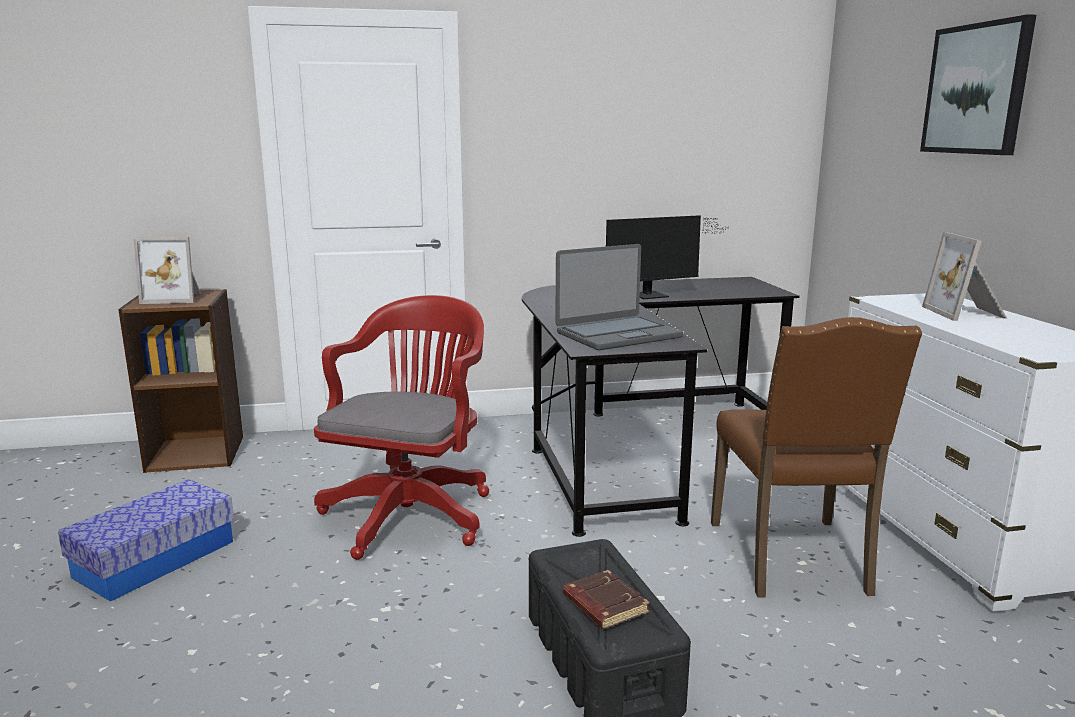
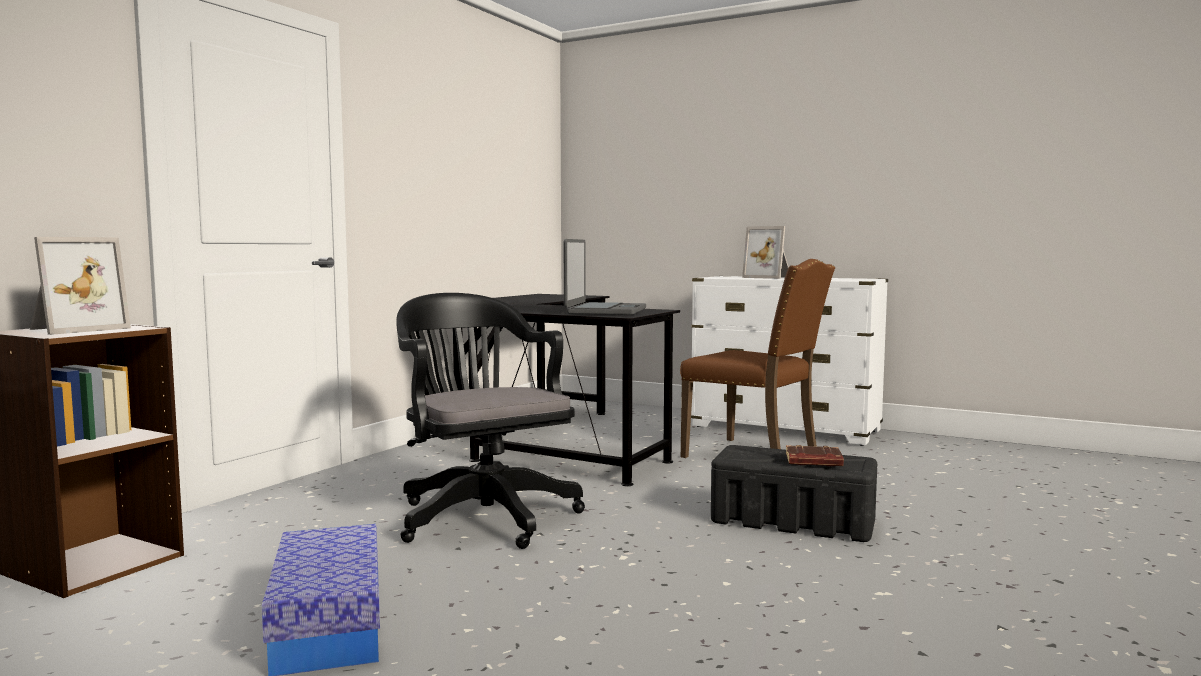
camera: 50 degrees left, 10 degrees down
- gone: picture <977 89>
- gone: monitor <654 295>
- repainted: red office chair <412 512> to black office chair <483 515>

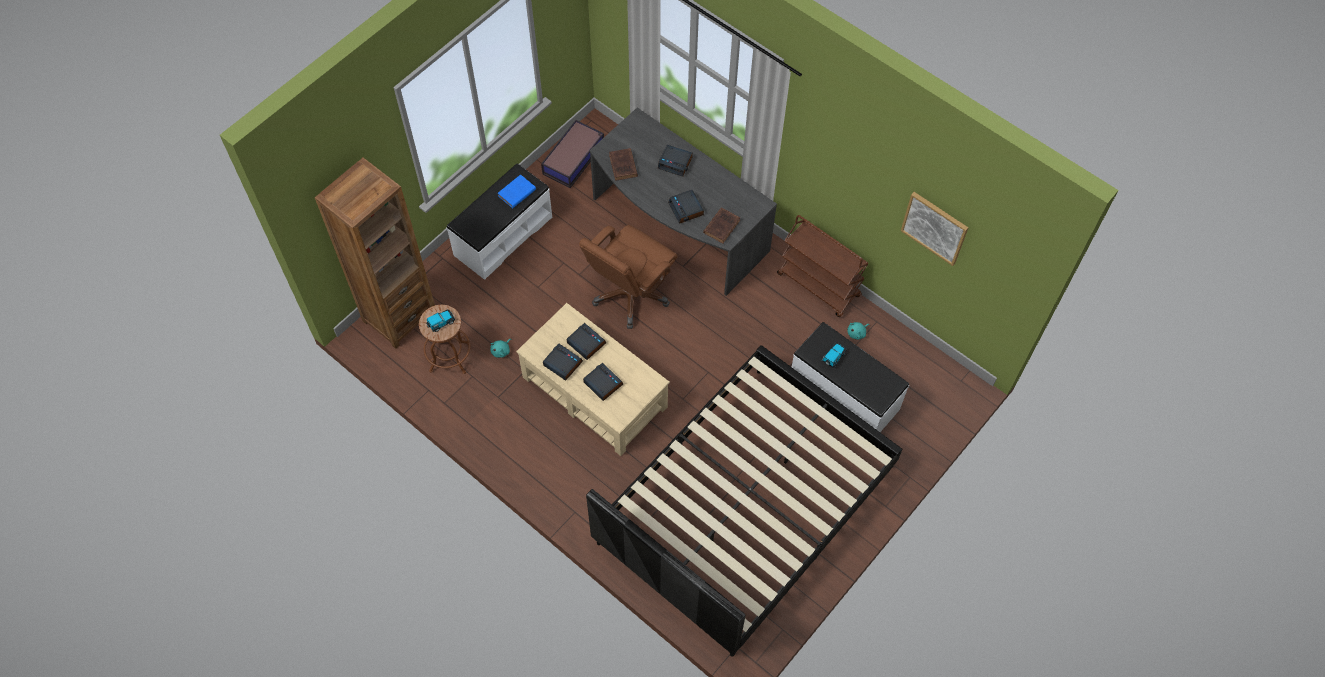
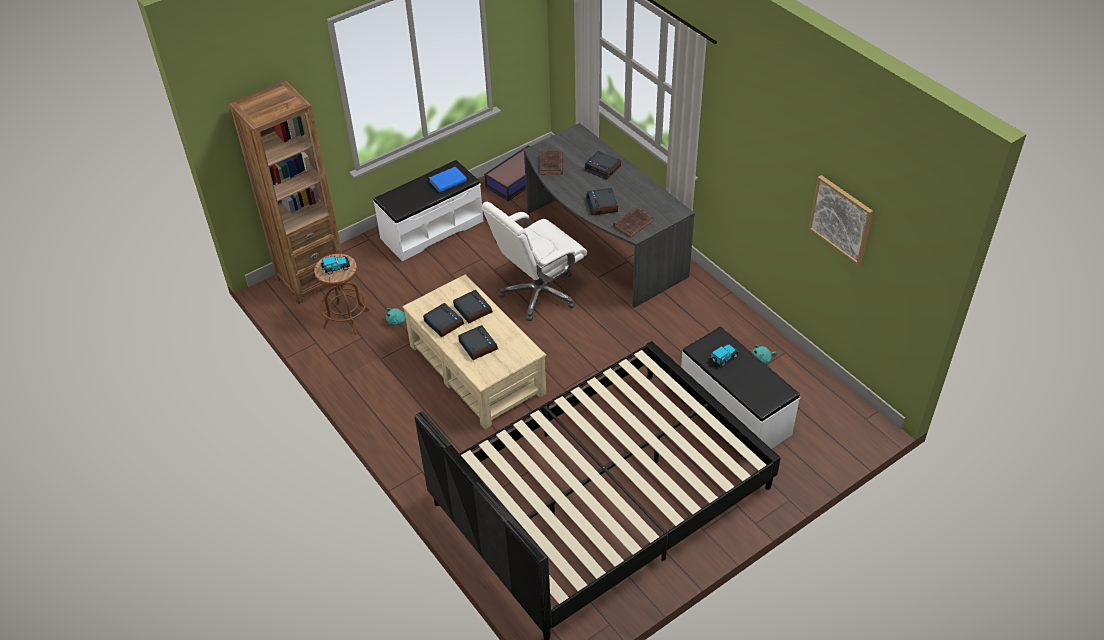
camera: 15 degrees right, 15 degrees down
- gone: brown cart <819 285>
- repainted: brown office chair <630 295> to white office chair <538 293>

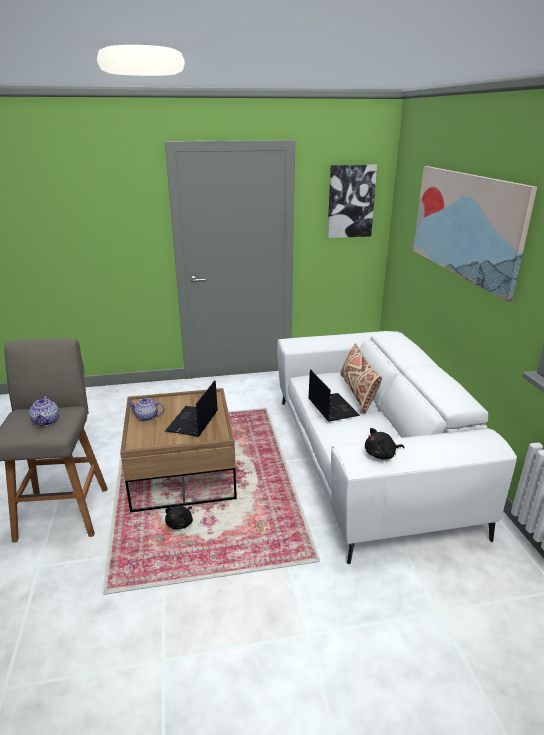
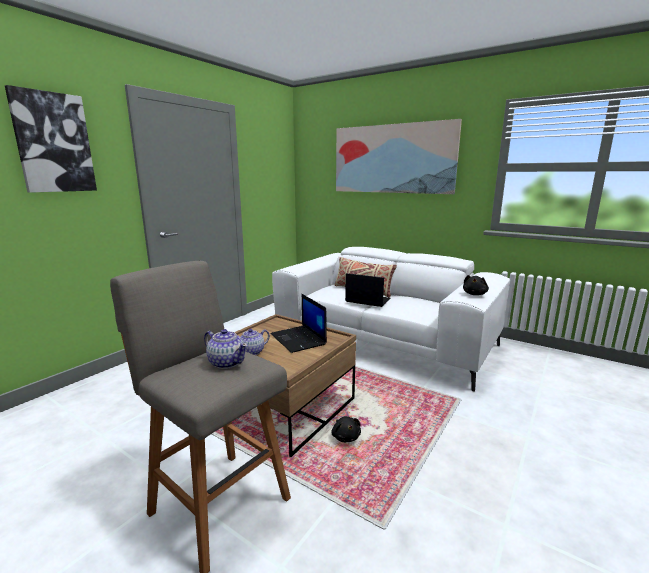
camera: 45 degrees left, 10 degrees down
- shifted: picture <350 201> to <53 143>

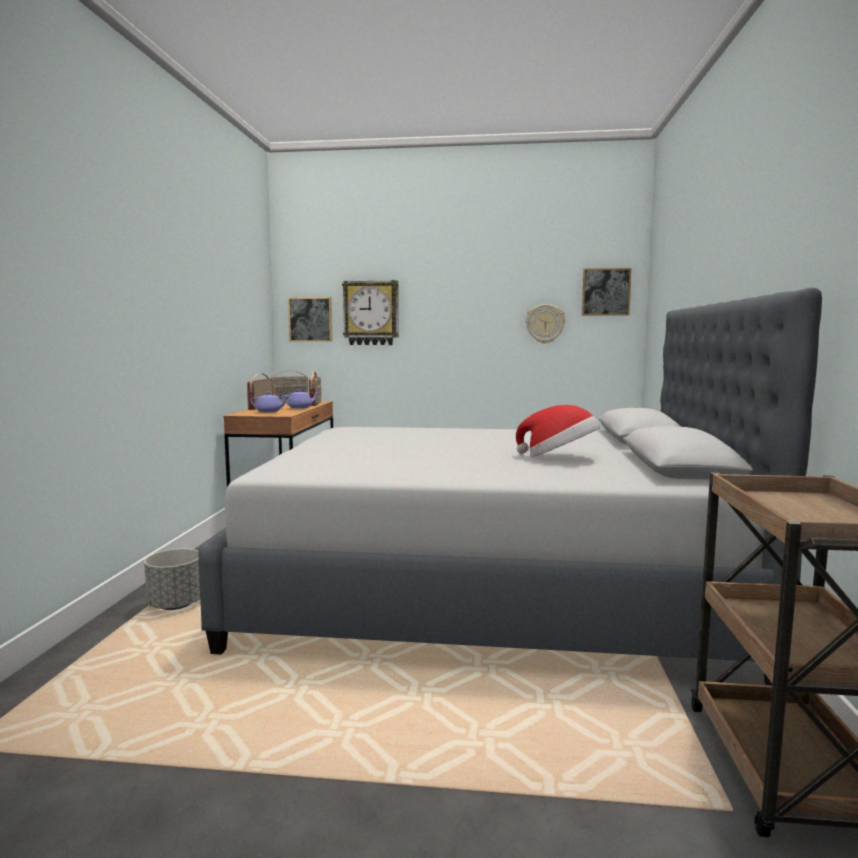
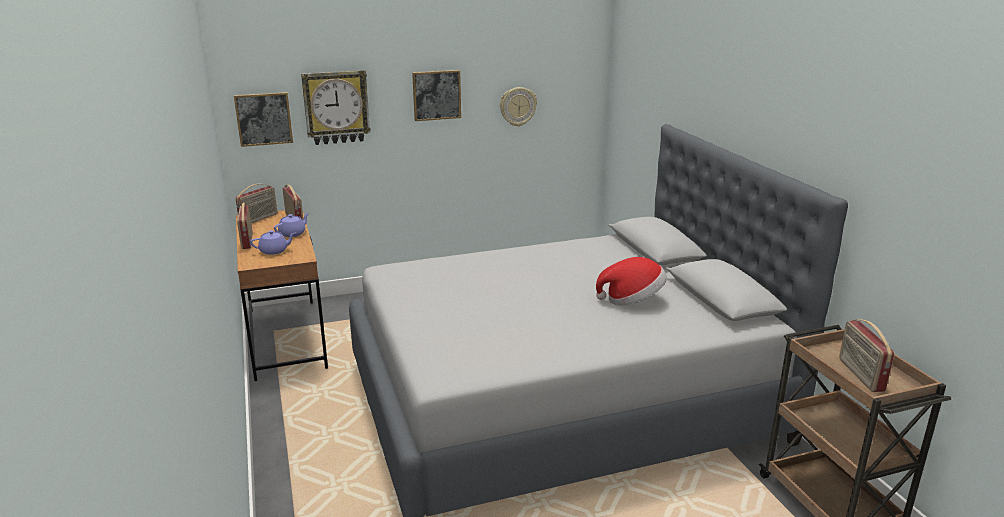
camera: 25 degrees left, 15 degrees up
- shifted: picture <606 292> to <436 95>
- gone: grey planter <176 605>
- new: radio <860 375>

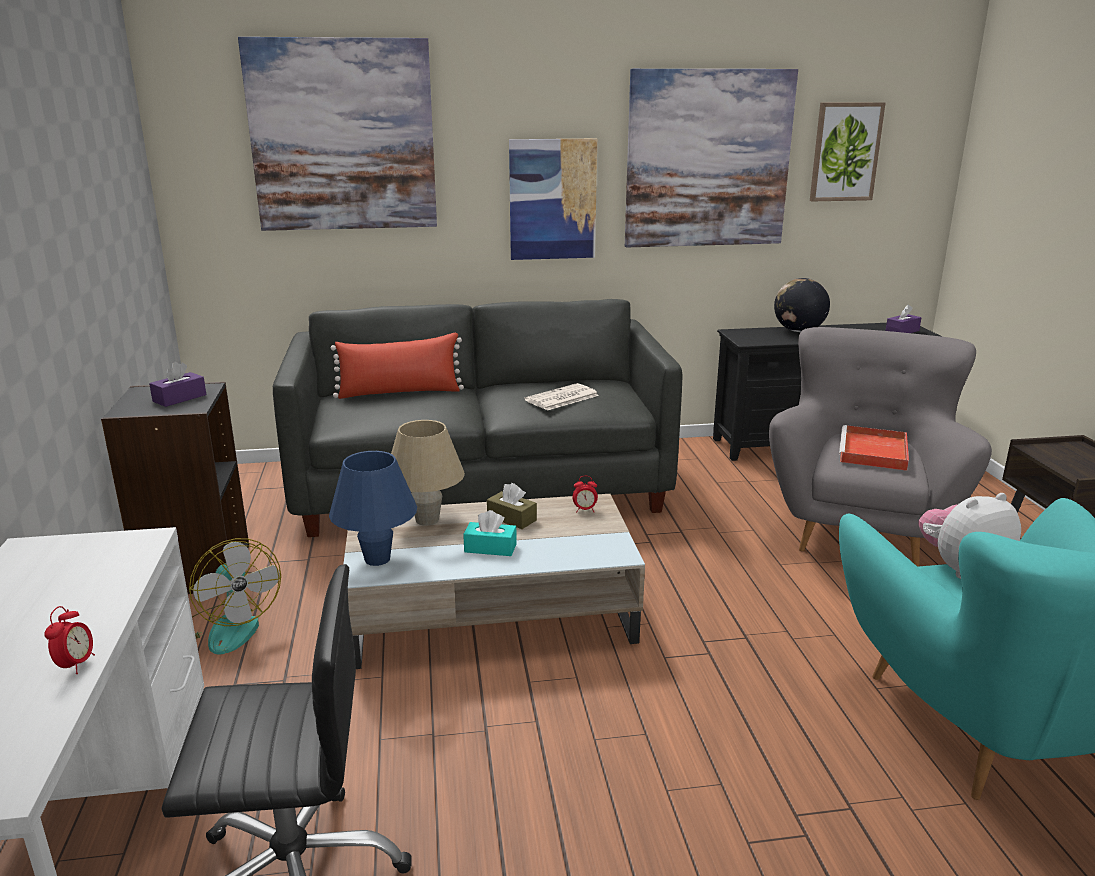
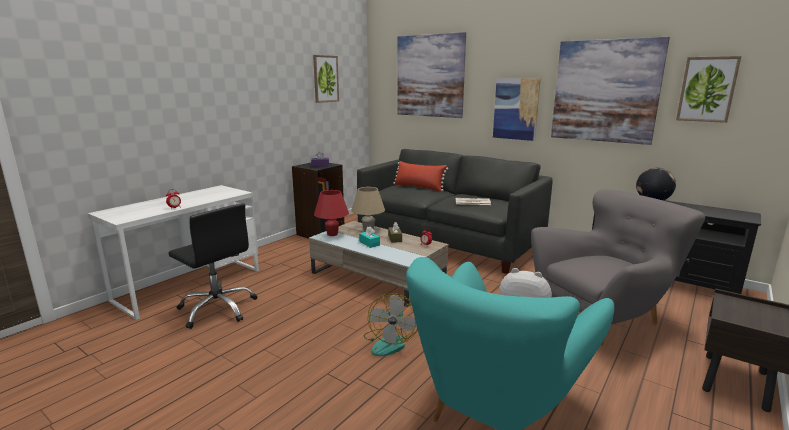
camera: 45 degrees right, 5 degrees down
- gone: purple tissue box <902 331>
- gone: red tray <874 452>
- repainted: blue table lamp <377 559> to red table lamp <332 234>
- shifted: fan <228 627> to <389 342>
- new: picture <325 79>

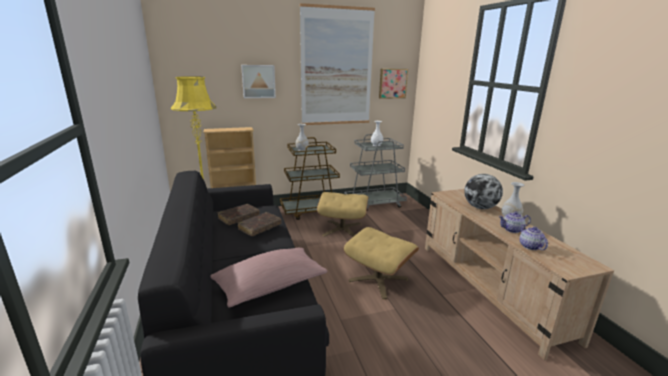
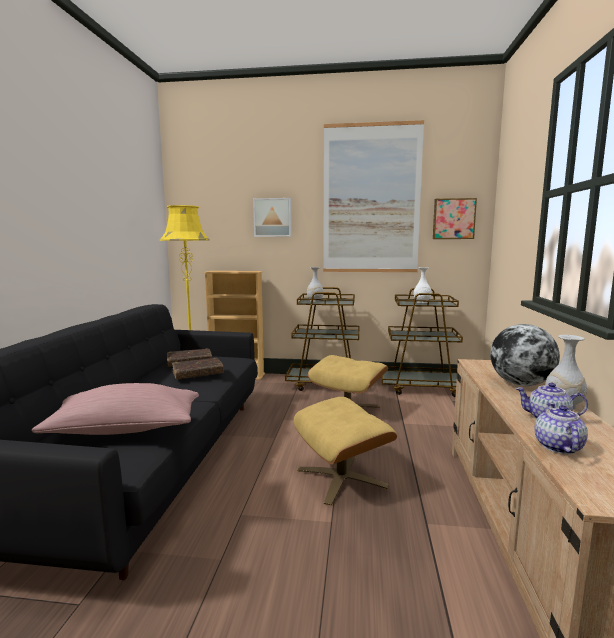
camera: 25 degrees right, 10 degrees down
- repainted: grey cart <375 203> to brown cart <421 387>

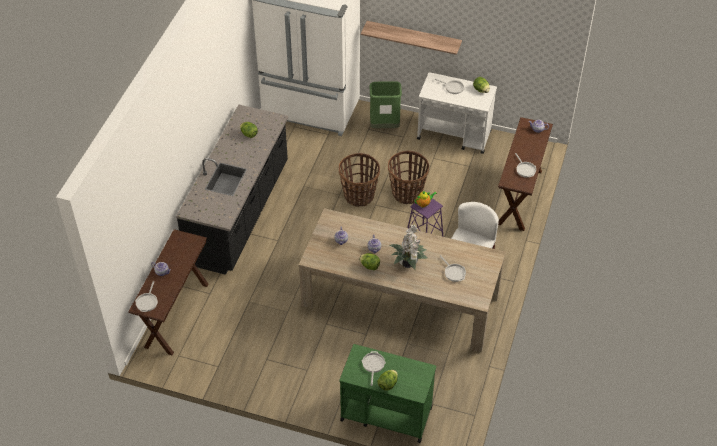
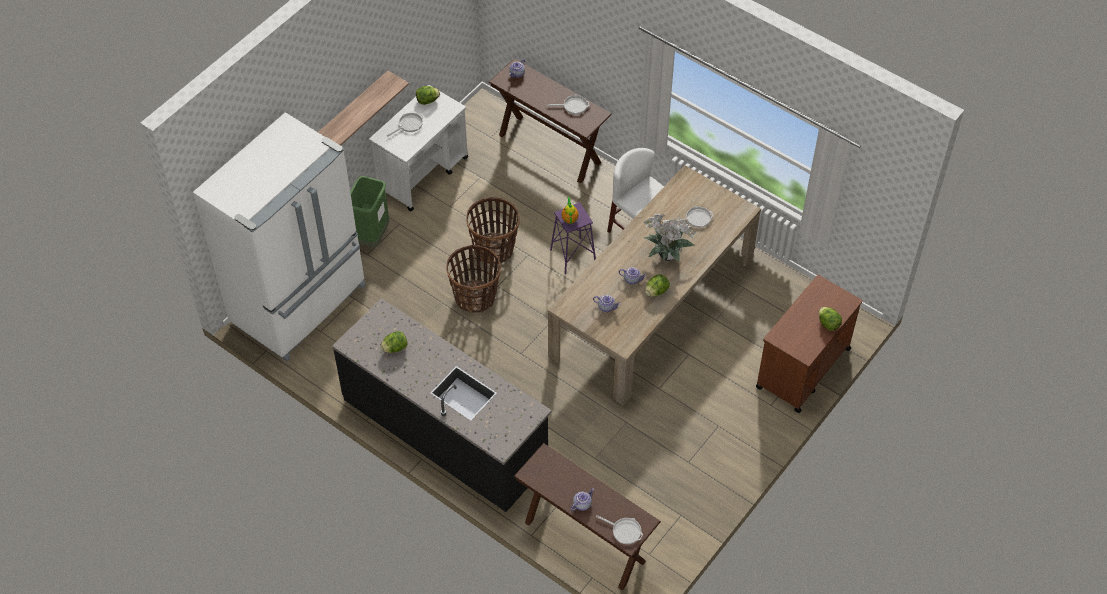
camera: 70 degrees left, 5 degrees up
- repainted: green cart <385 413> to brown cart <802 368>
- gone: frying pan <373 365>

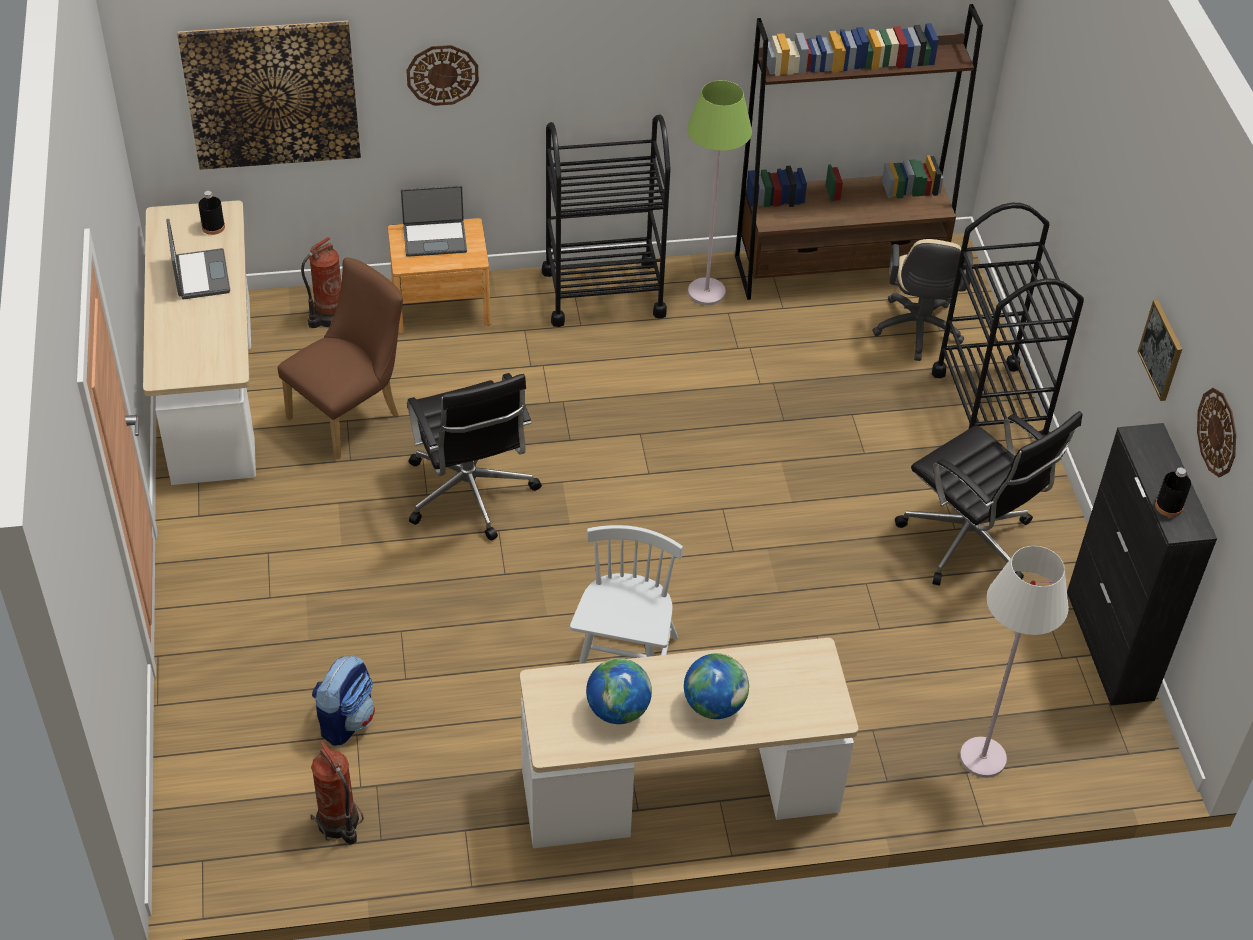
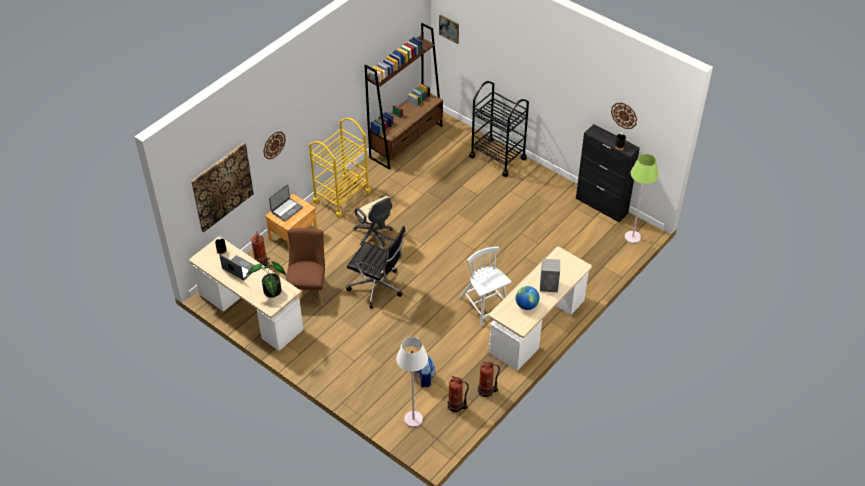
camera: 40 degrees left, 0 degrees up
- shifted: green floor lamp <706 292> to <632 237>
- repainted: black cart <603 293> to yellow cart <341 196>
- shifted: beige office chair <917 332> to <374 235>
- shifted: picture <1161 350> to <449 28>
- gone: black office chair <970 543>
- shifted: white floor lamp <982 758> to <413 419>
- swapped: globe <714 705> to grey speaker <549 285>
- new: potted plant <271 292>
- new: fire extinguisher <486 391>

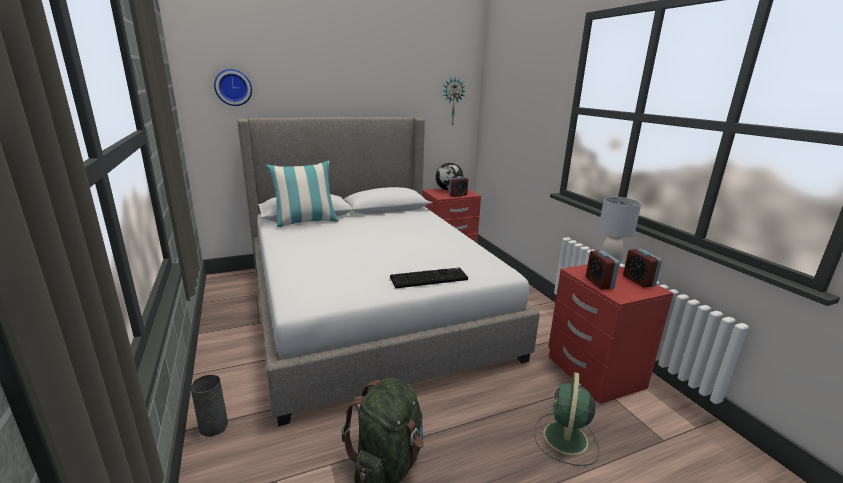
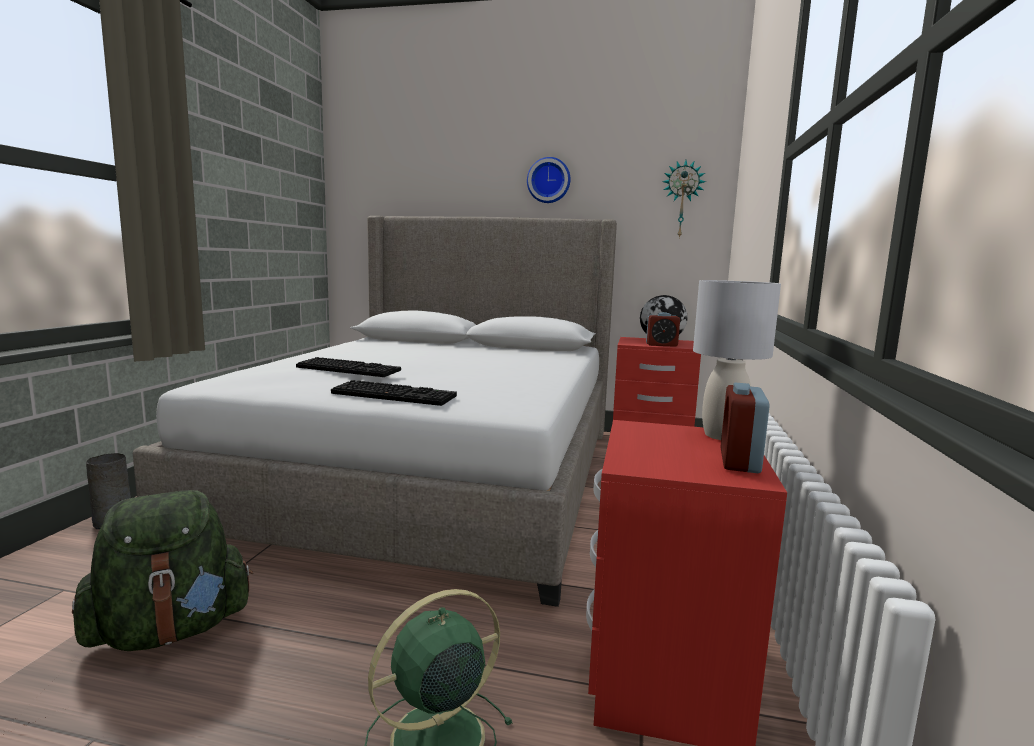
camera: 35 degrees right, 10 degrees down
- shifted: wall clock <233 87> to <549 180>
- gone: pillow <306 222>
- gone: alarm clock <599 283>
- new: keyboard <350 369>

